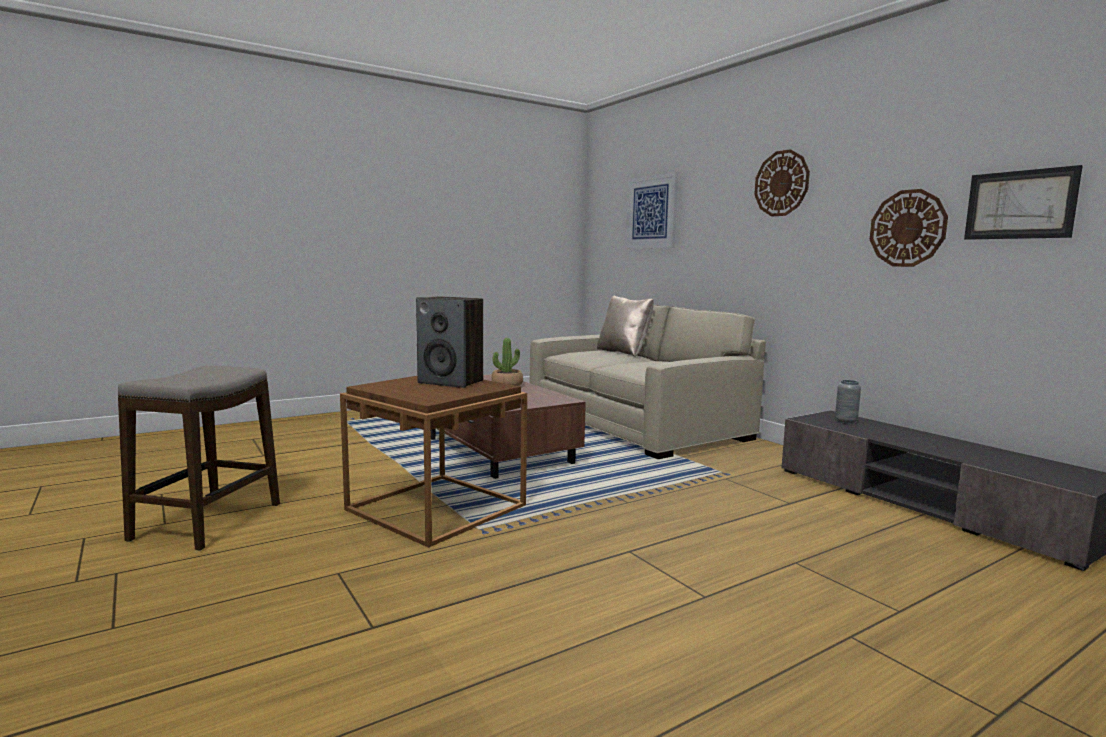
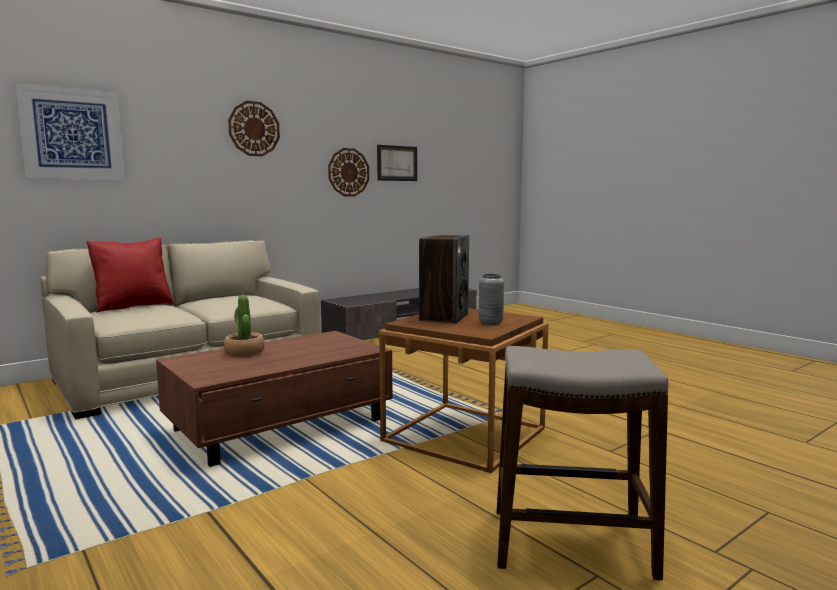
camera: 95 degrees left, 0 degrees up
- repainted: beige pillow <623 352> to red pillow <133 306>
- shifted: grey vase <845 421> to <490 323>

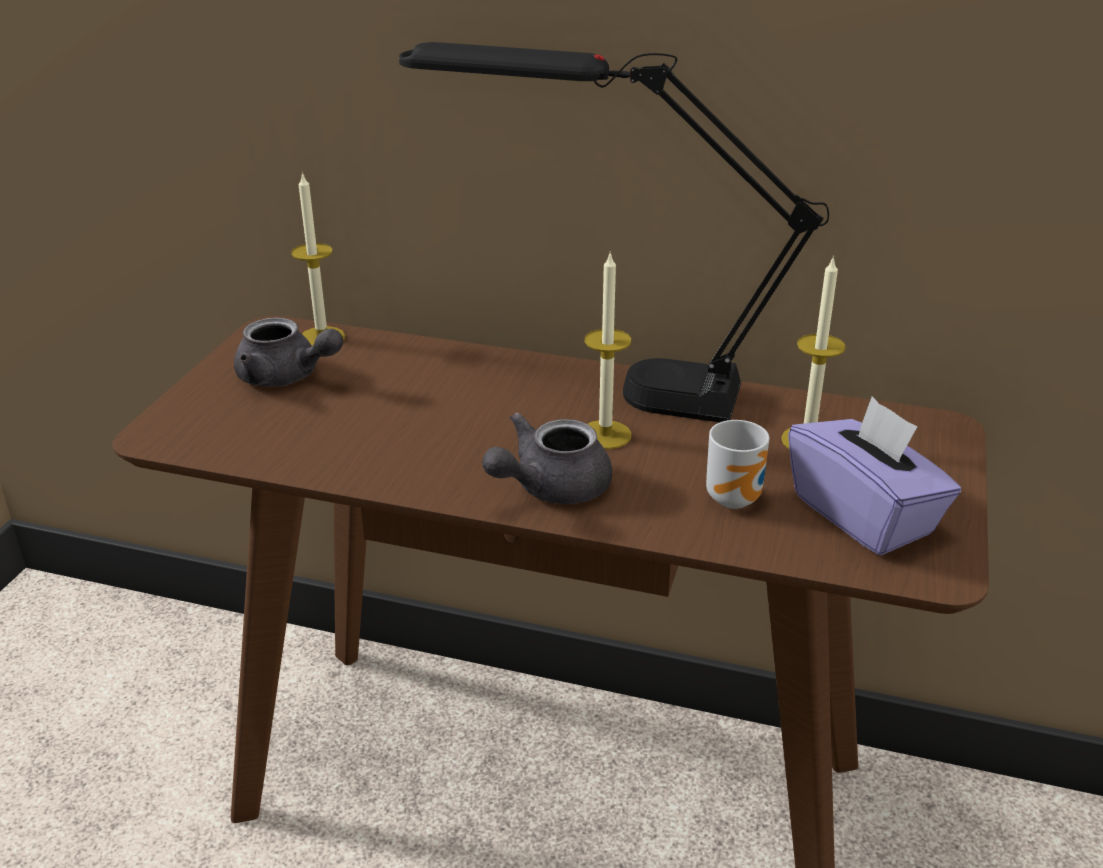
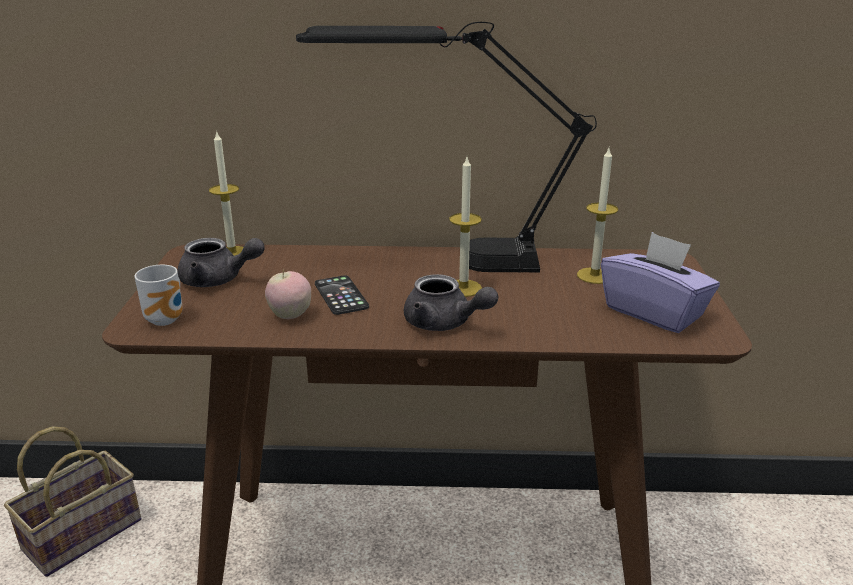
camera: 15 degrees left, 5 degrees down
- rotated: grey teapot <550 488> = <444 323> 90 degrees counterclockwise
- shifted: mug <737 498> to <168 319>
- new: apple <290 316>
- new: phone <341 295>
- new: basket <84 532>

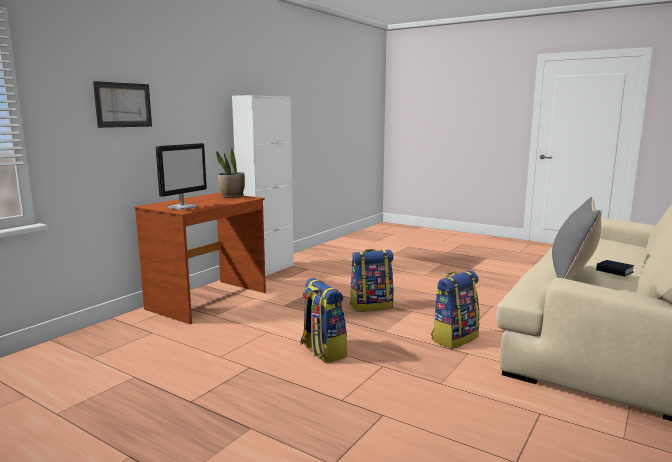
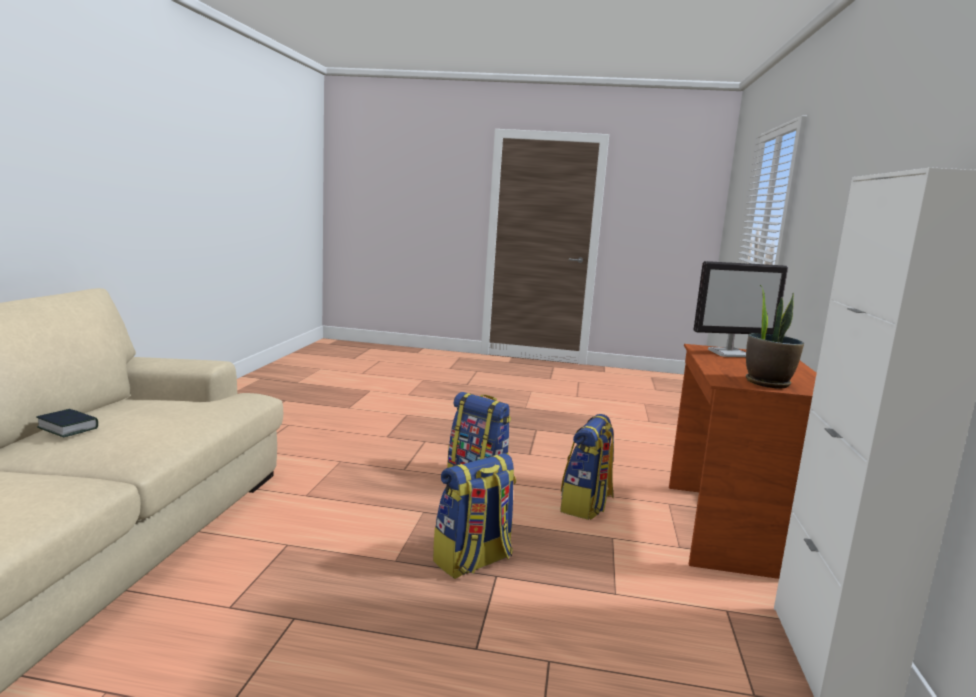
camera: 155 degrees right, 0 degrees up
- gone: picture <123 105>
- rotated: monitor <183 207> = <729 353> 105 degrees counterclockwise
- gone: grey pillow <572 275>
- shifted: backpack <454 338> to <586 506>

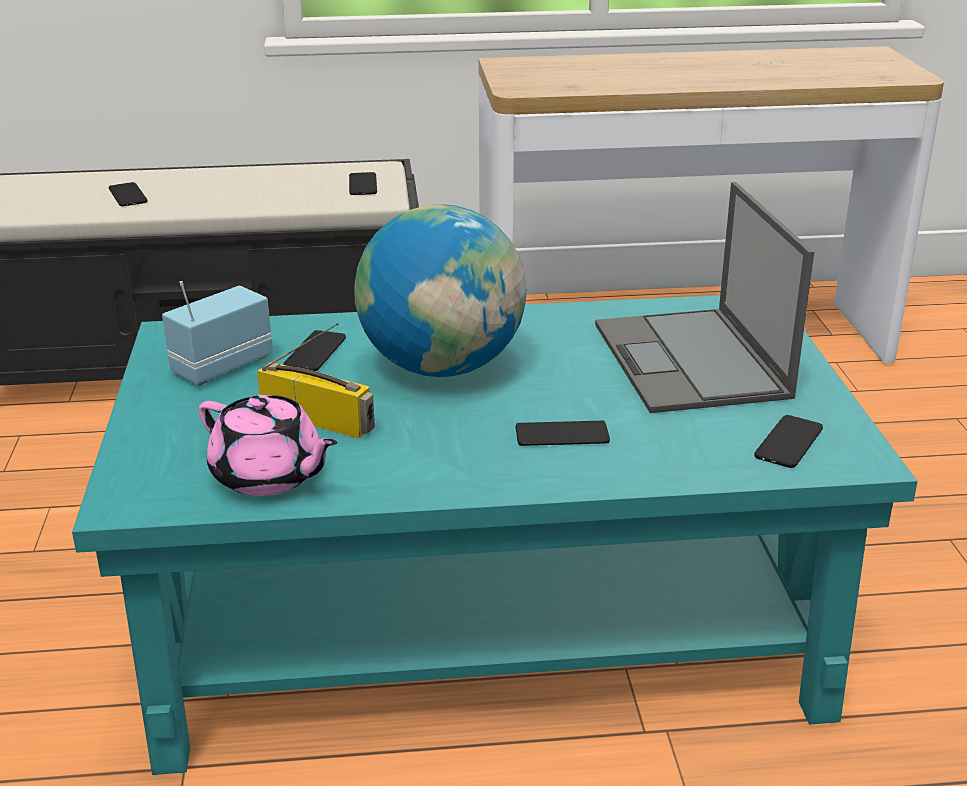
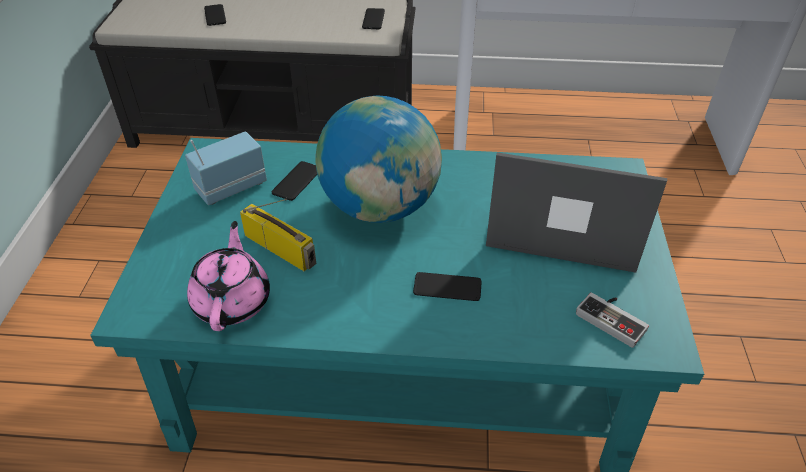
camera: 10 degrees right, 15 degrees up
- rotated: laptop <691 361> = <561 223> 105 degrees clockwise
- rotated: pink teapot <269 476> = <233 301> 135 degrees counterclockwise
- swapped: phone <788 442> to game controller <613 318>

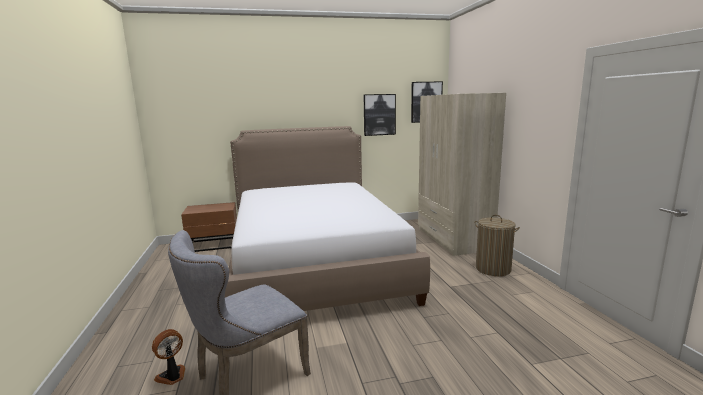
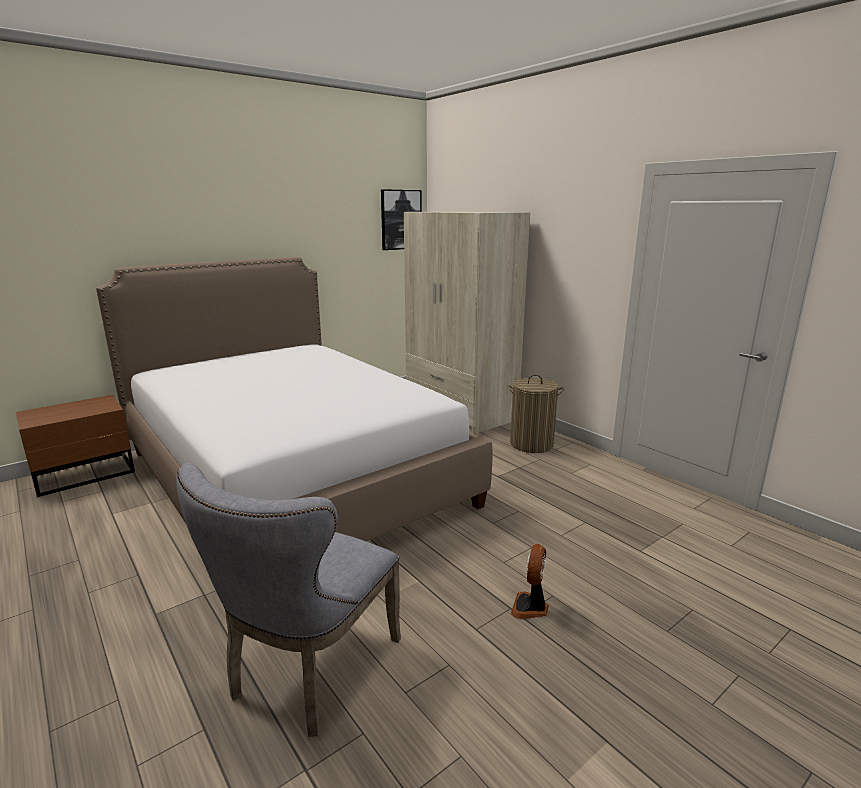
camera: 25 degrees left, 5 degrees up
- gone: picture <379 114>
- shifted: fan <172 376> to <530 607>

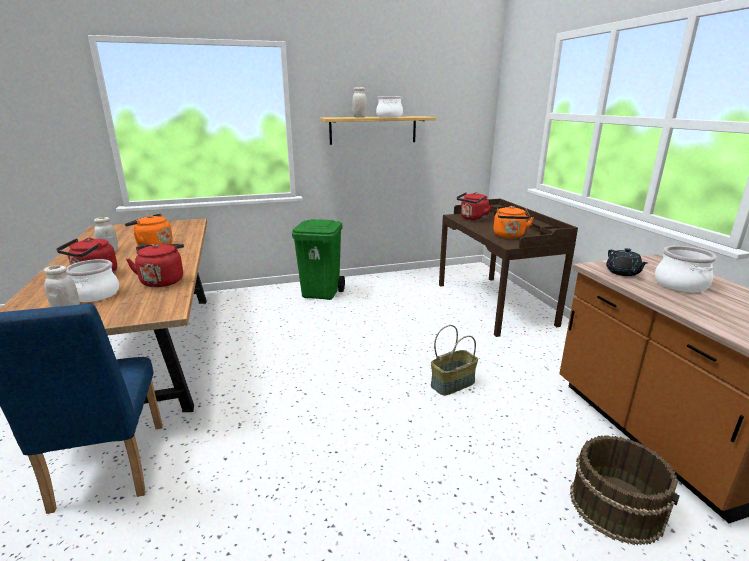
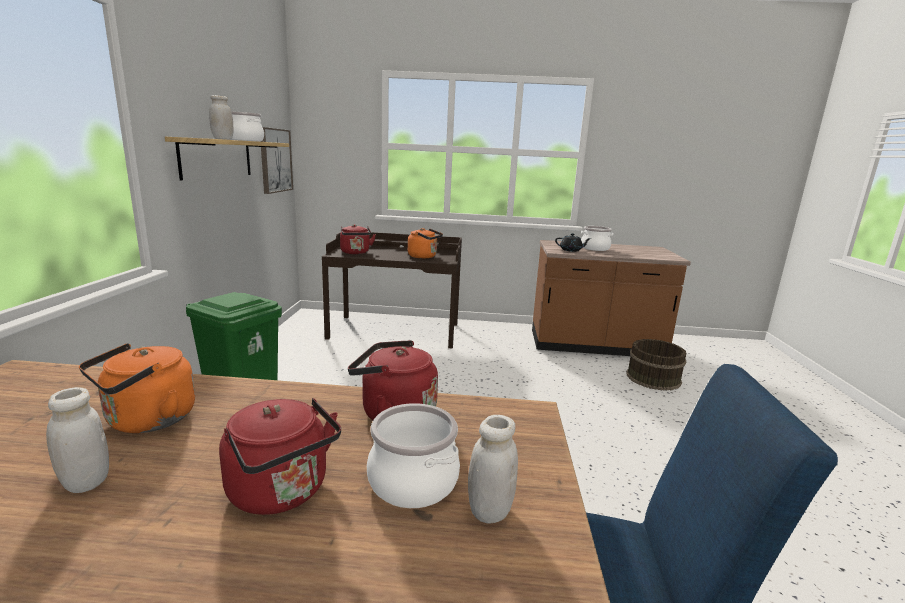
camera: 70 degrees left, 5 degrees down
- gone: basket <452 383>
- new: picture <275 160>

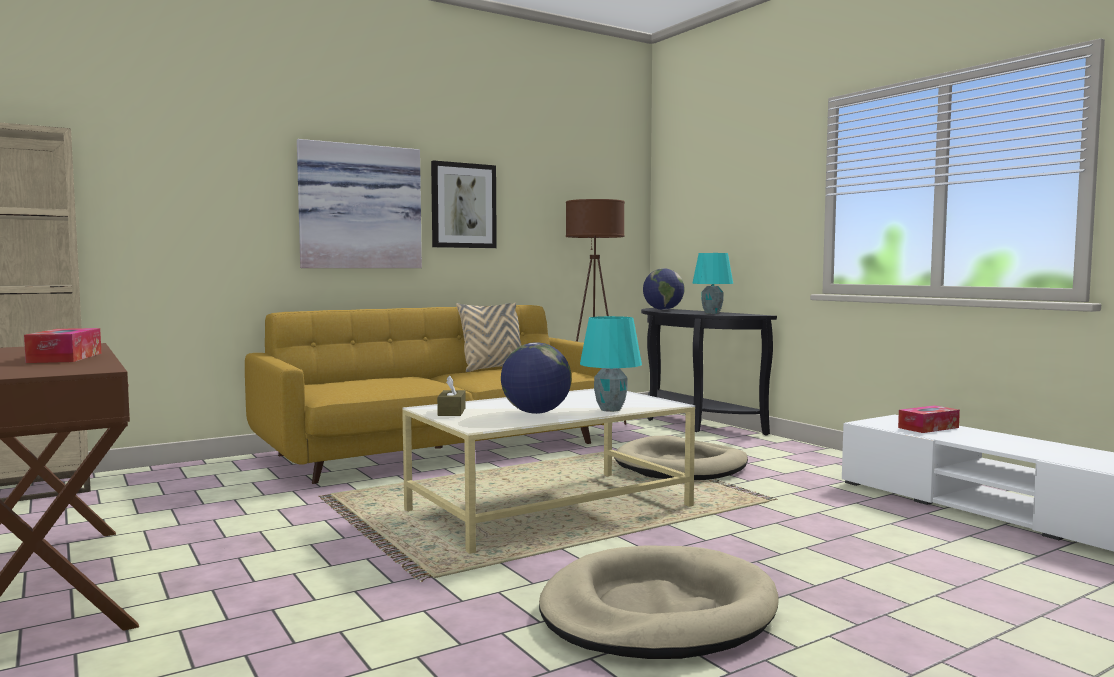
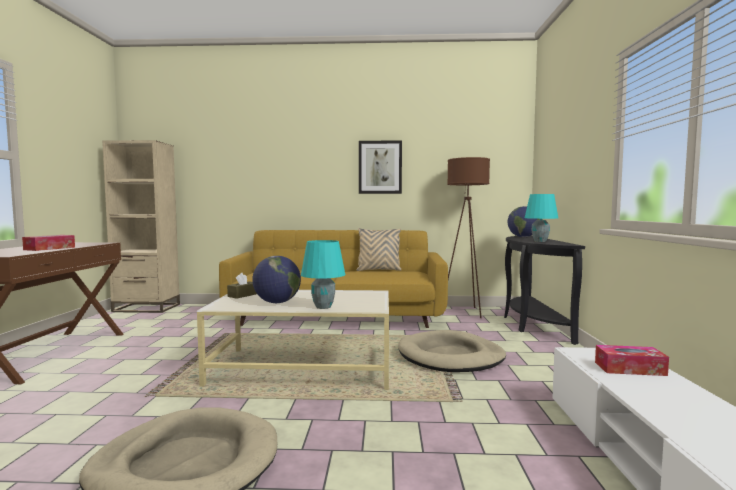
camera: 35 degrees right, 0 degrees up
- gone: picture <359 207>

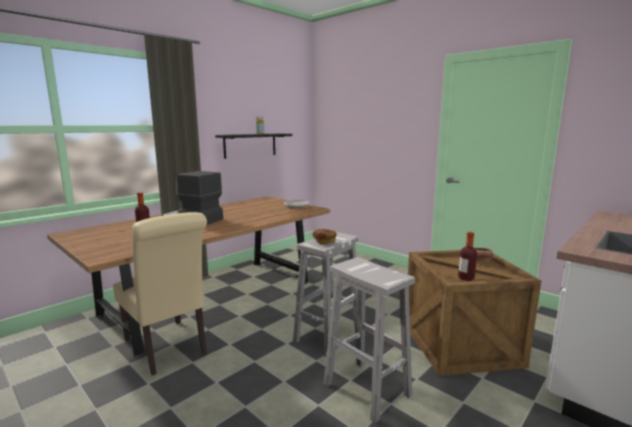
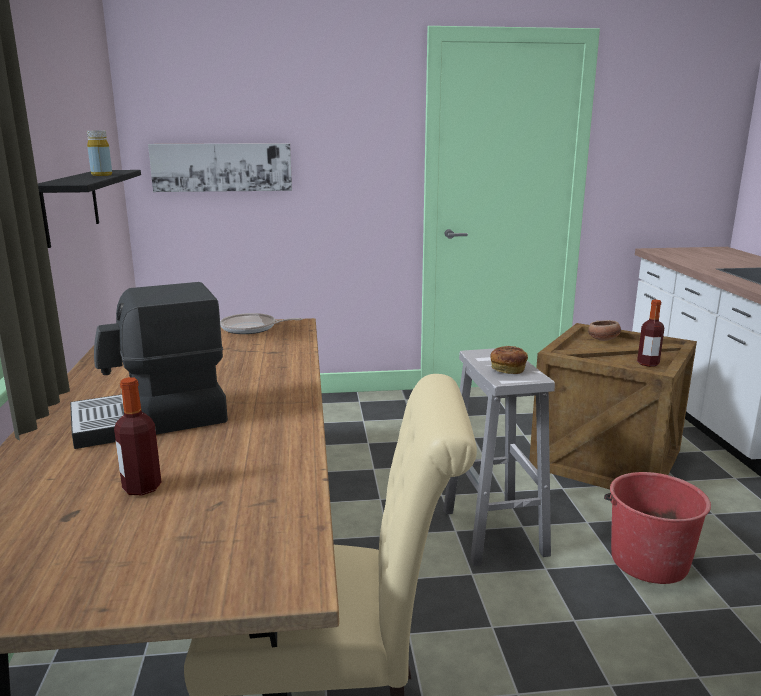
camera: 50 degrees left, 5 degrees up
- swapped: white stool <368 390> to red bucket <648 560>
- new: picture <222 167>

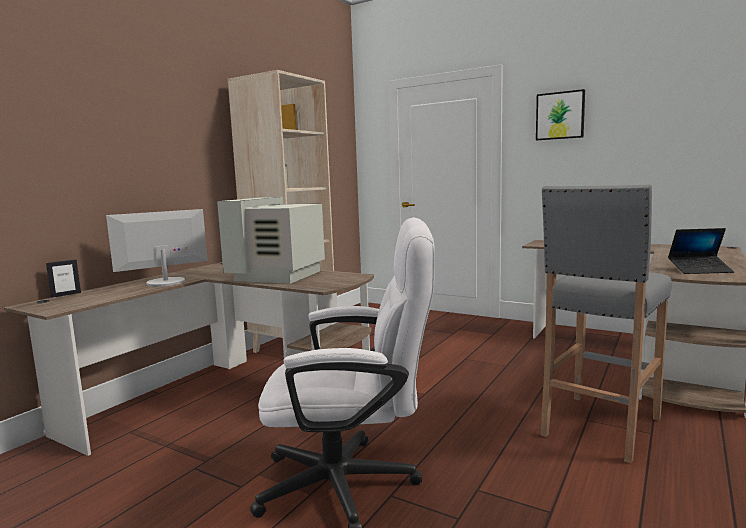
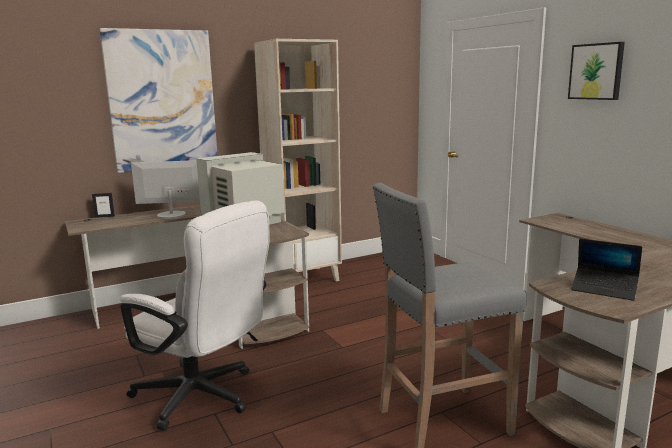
camera: 30 degrees right, 5 degrees up
- new: picture <162 100>

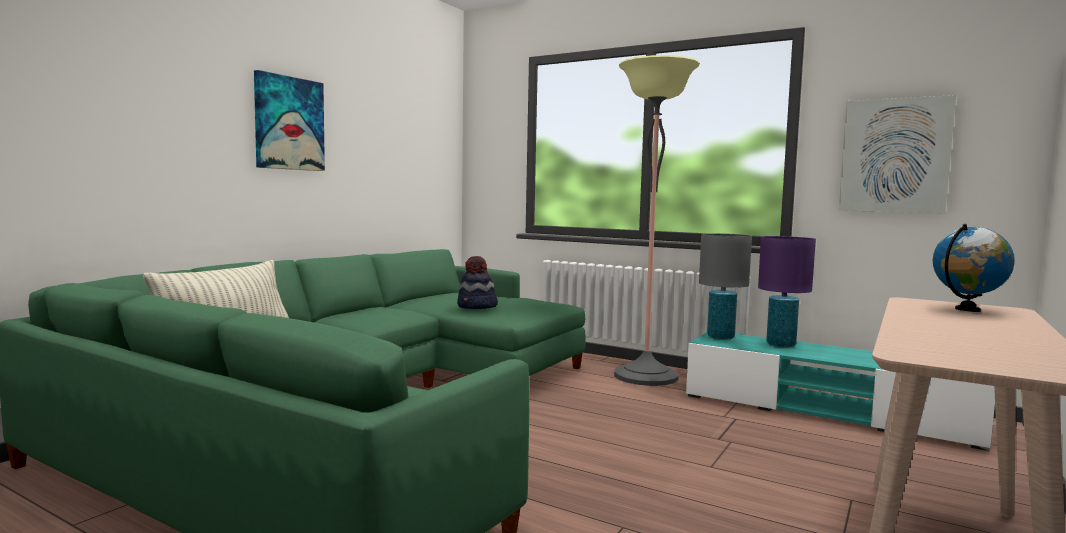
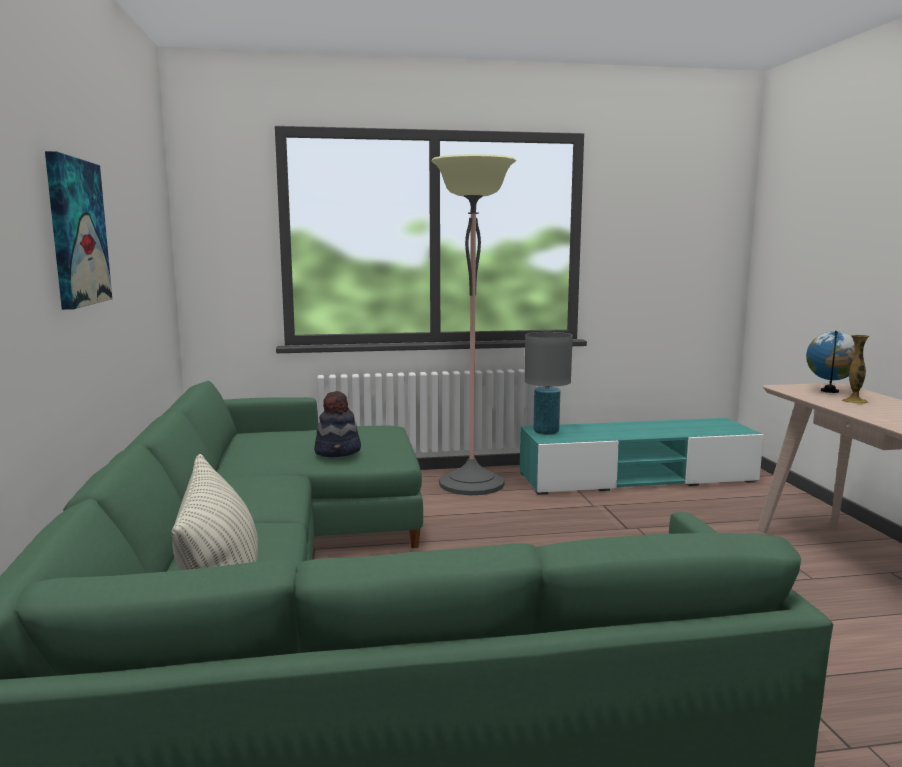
camera: 40 degrees left, 5 degrees up
- gone: picture <894 155>
- gone: purple table lamp <781 345>
- new: vase <855 401>

